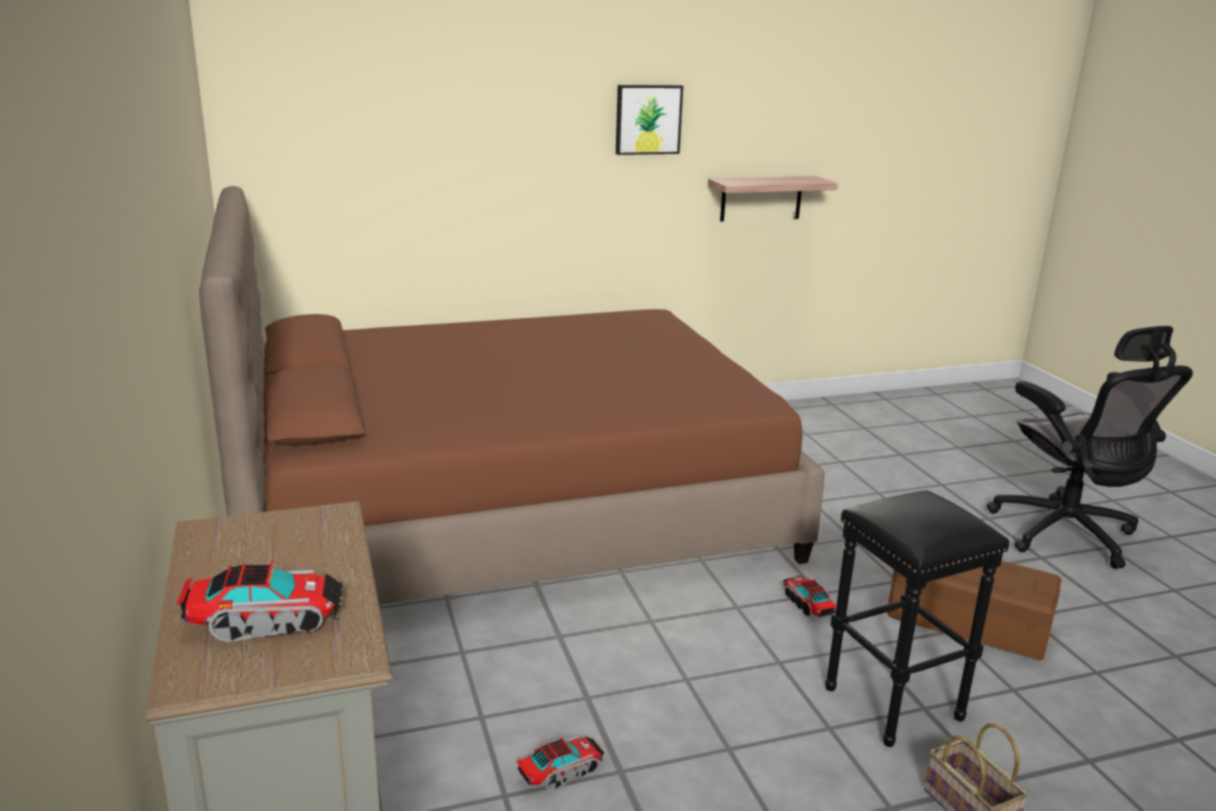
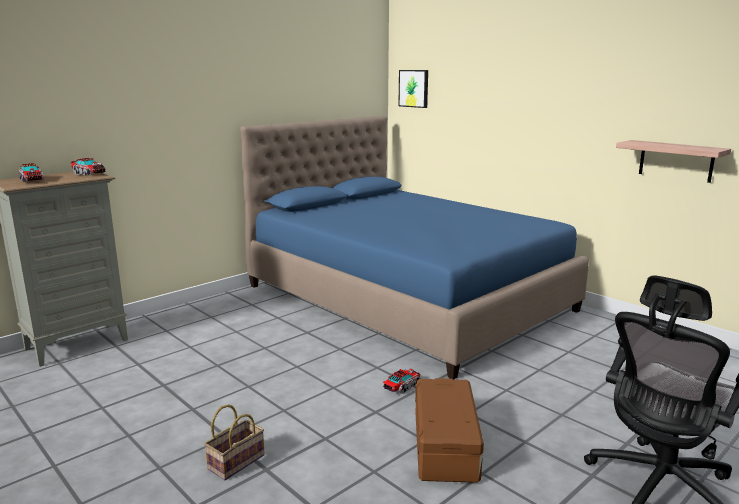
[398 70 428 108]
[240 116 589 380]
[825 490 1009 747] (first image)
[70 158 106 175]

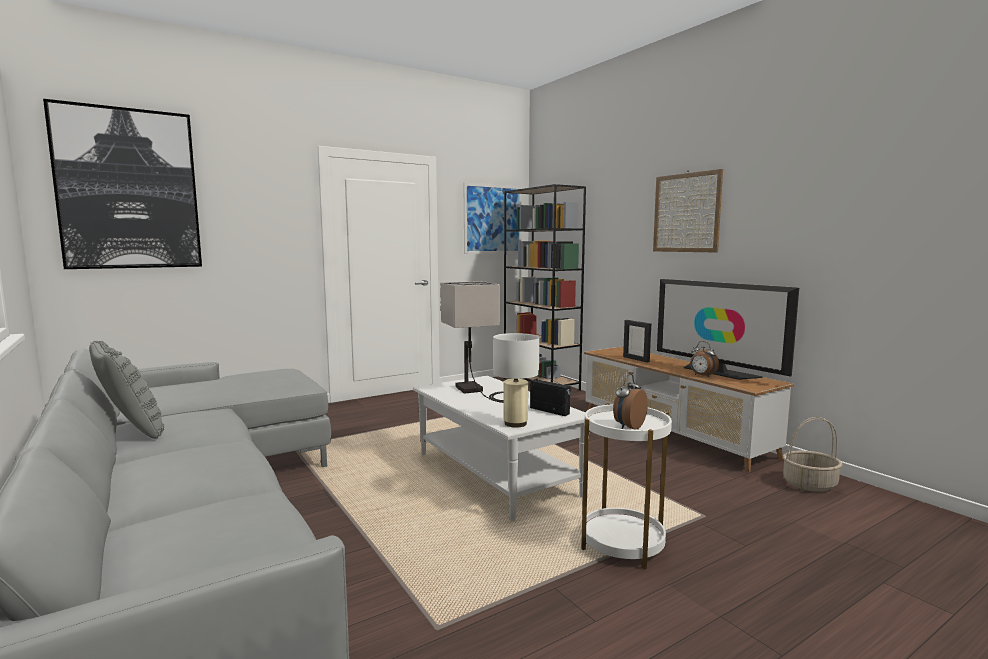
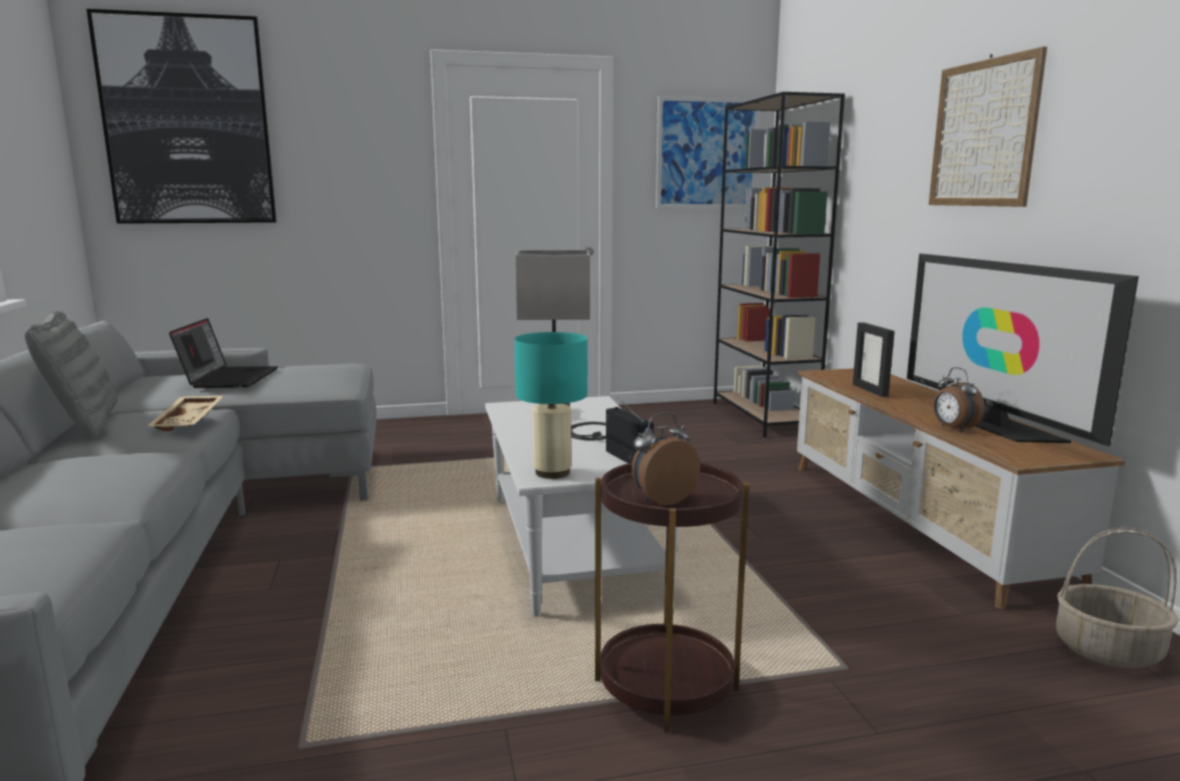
[515 332 588 479]
[595 463 749 733]
[169 318 278 388]
[148 396 223 431]

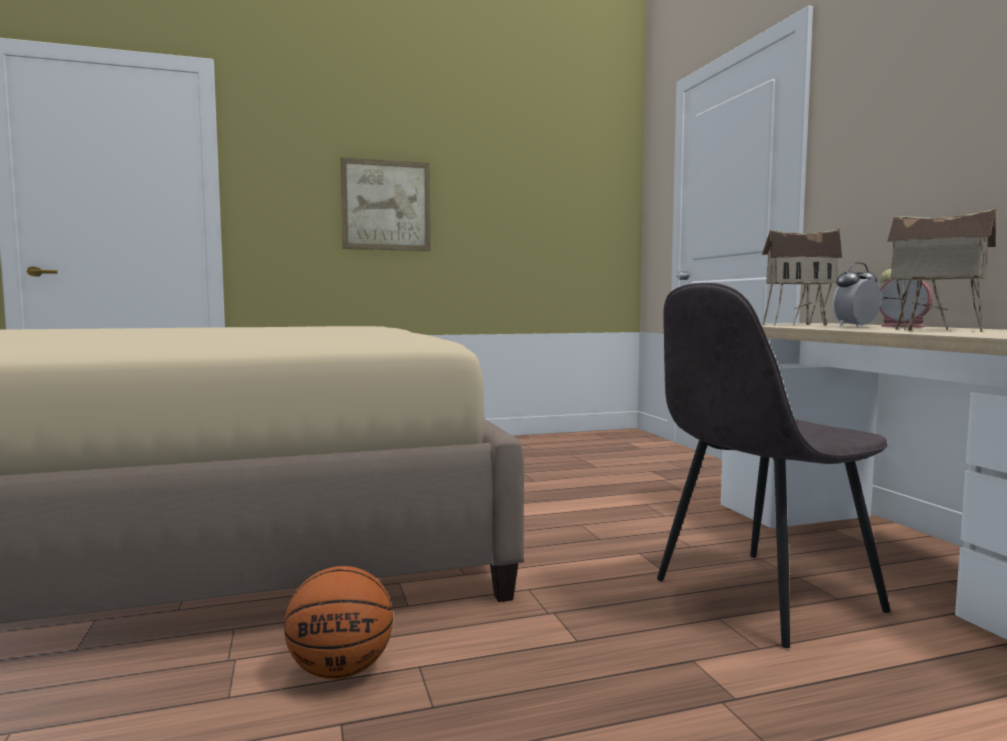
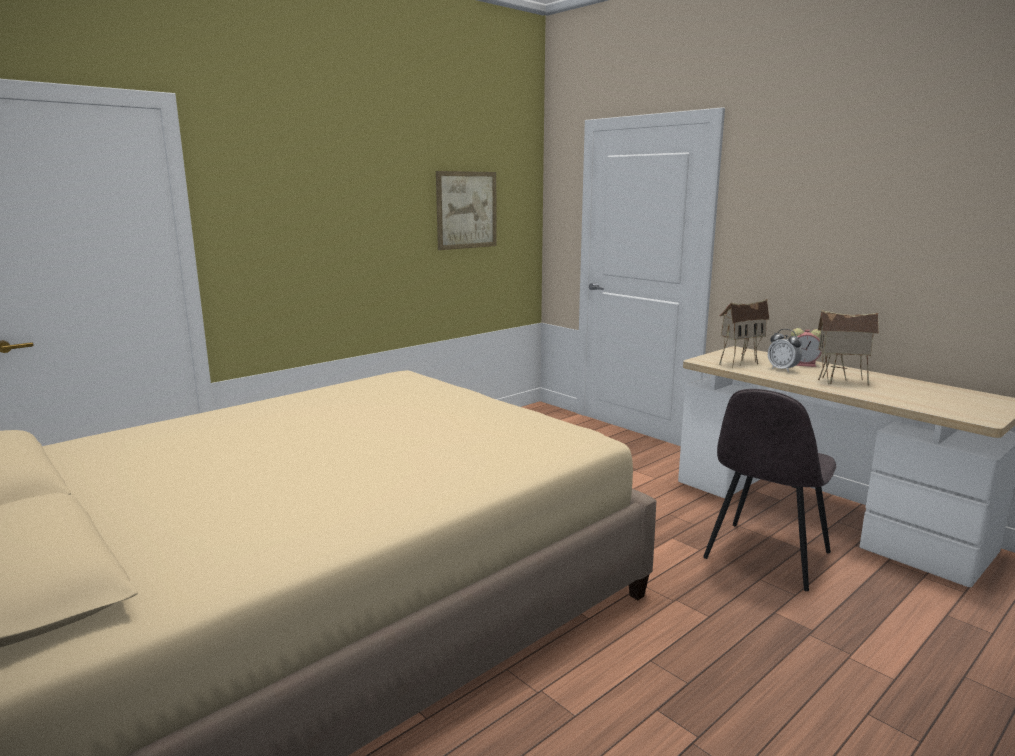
[436 171 497 250]
[768 329 802 372]
[284 566 393 679] (first image)

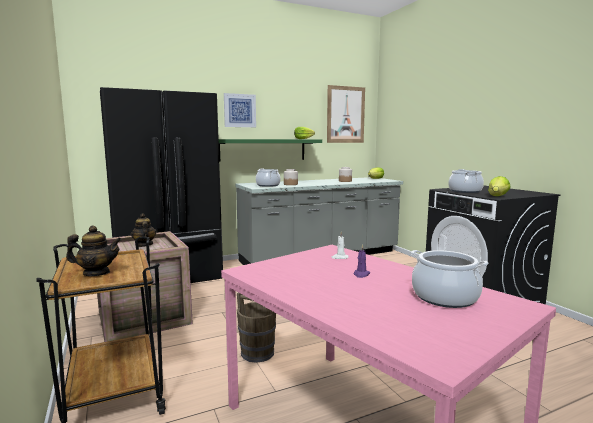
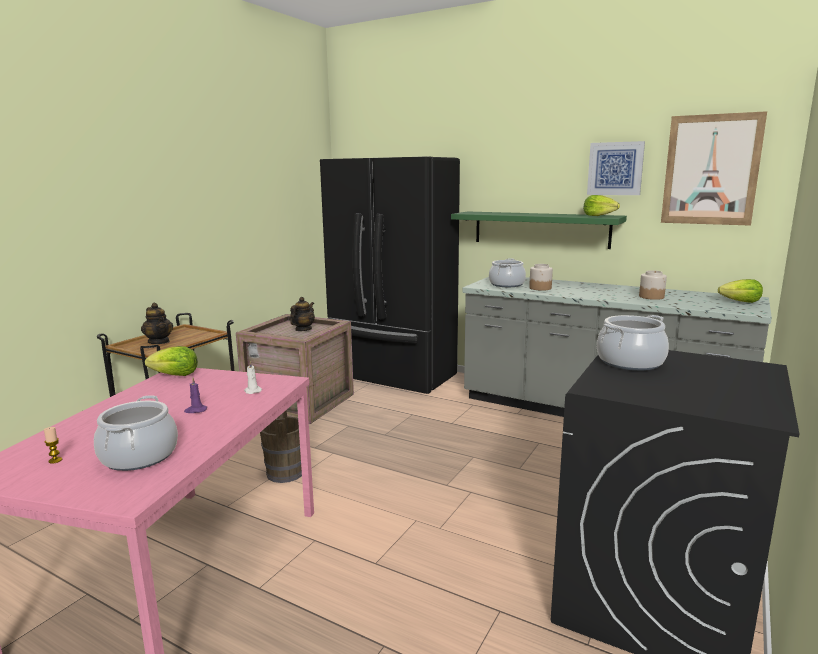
[587 141 645 195]
[145 346 198 376]
[44 427 62 464]

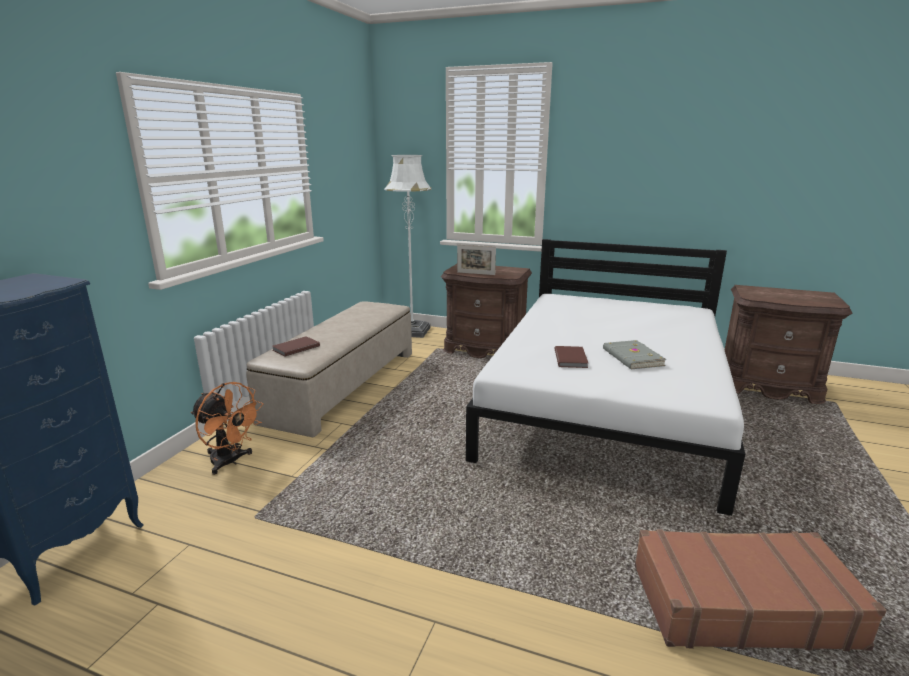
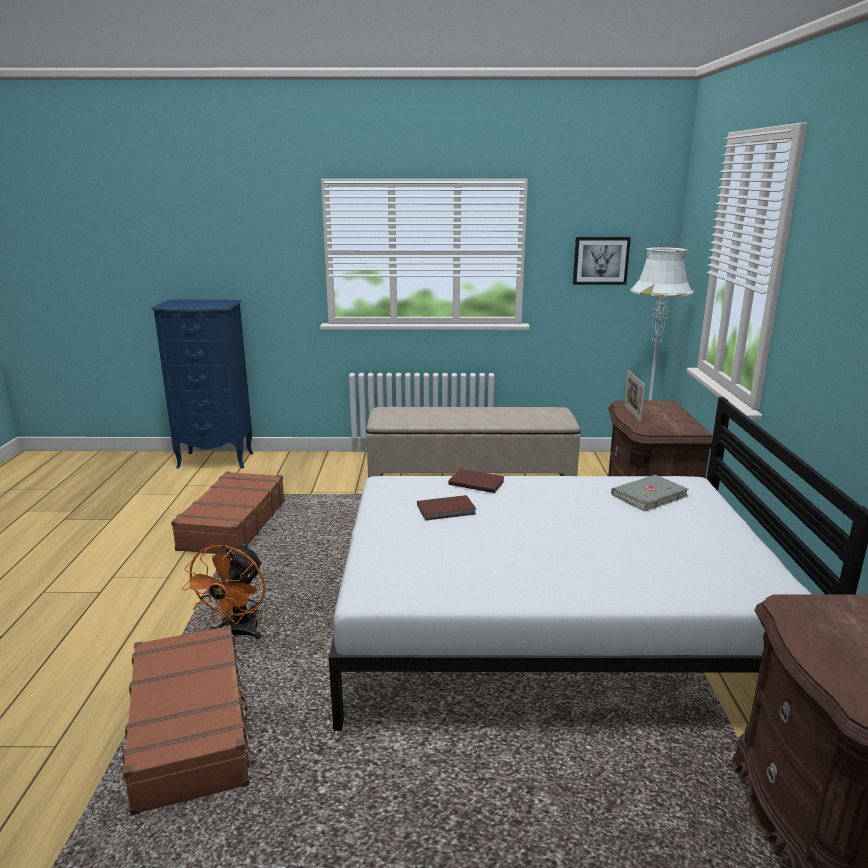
[448 469 505 493]
[611 475 689 511]
[182 544 266 639]
[573 237 631 285]
[171 471 285 555]

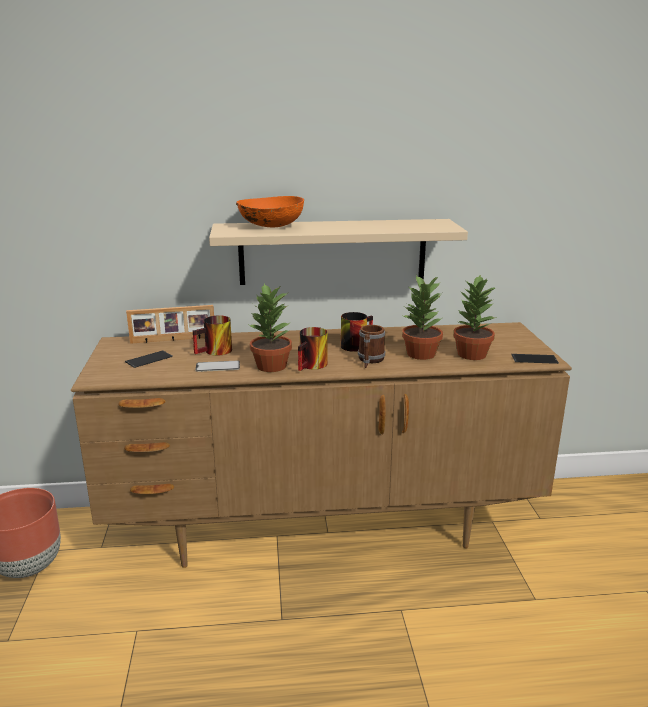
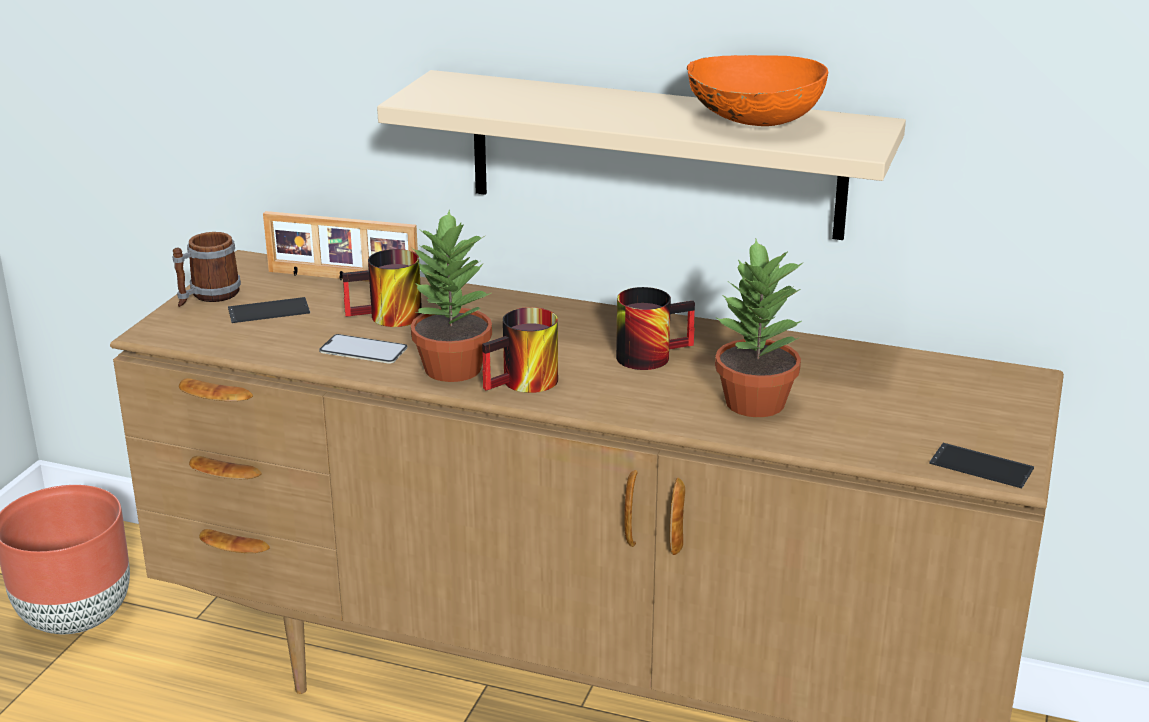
[687 55 828 126]
[453 275 497 360] (first image)
[172 232 241 307]

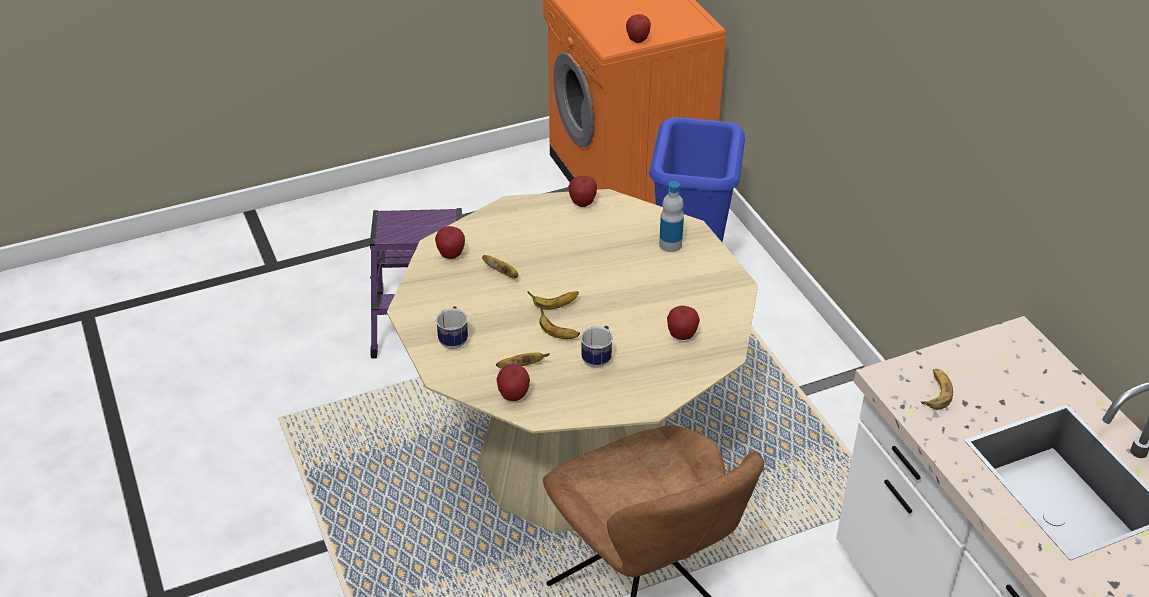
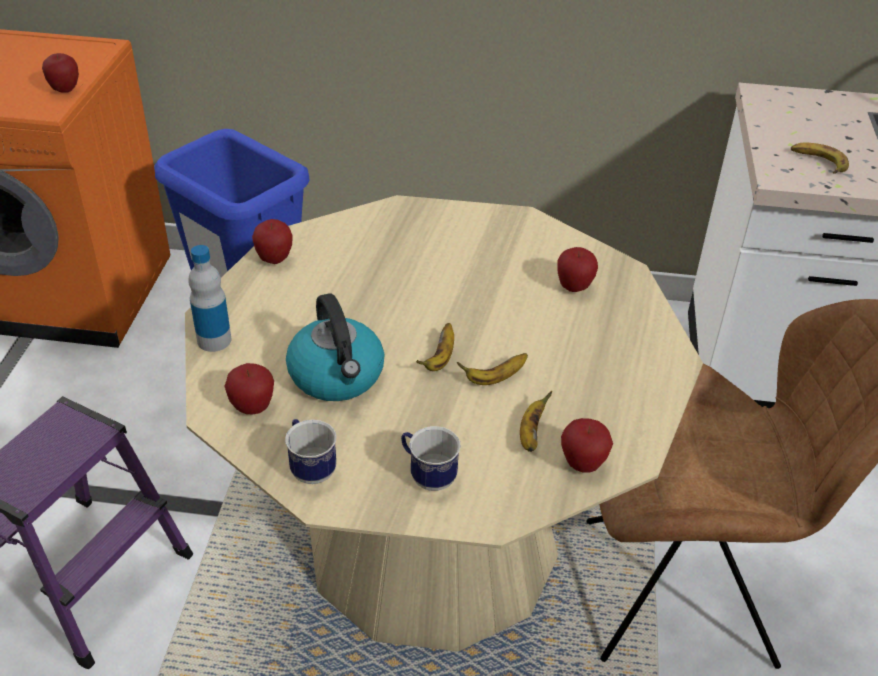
[188 245 232 352]
[286 293 384 401]
[285 419 336 484]

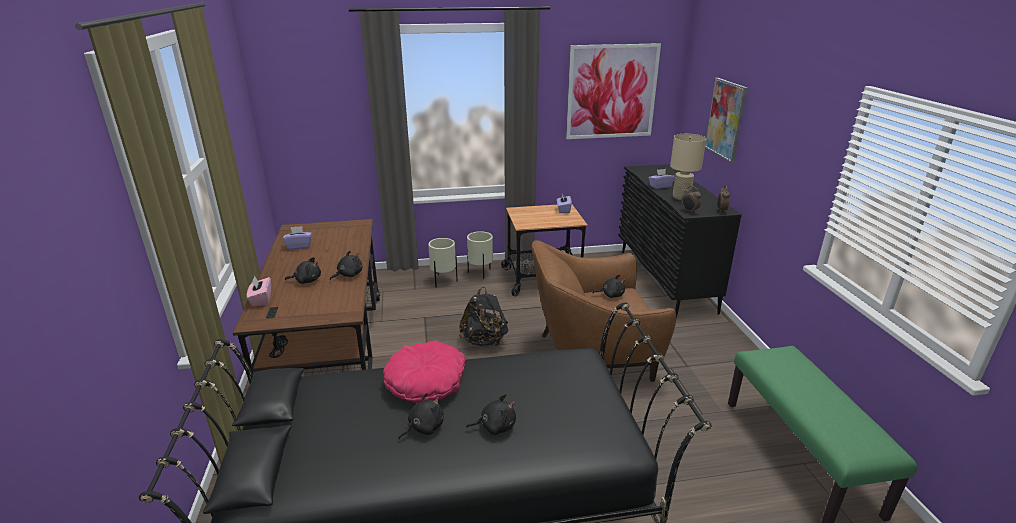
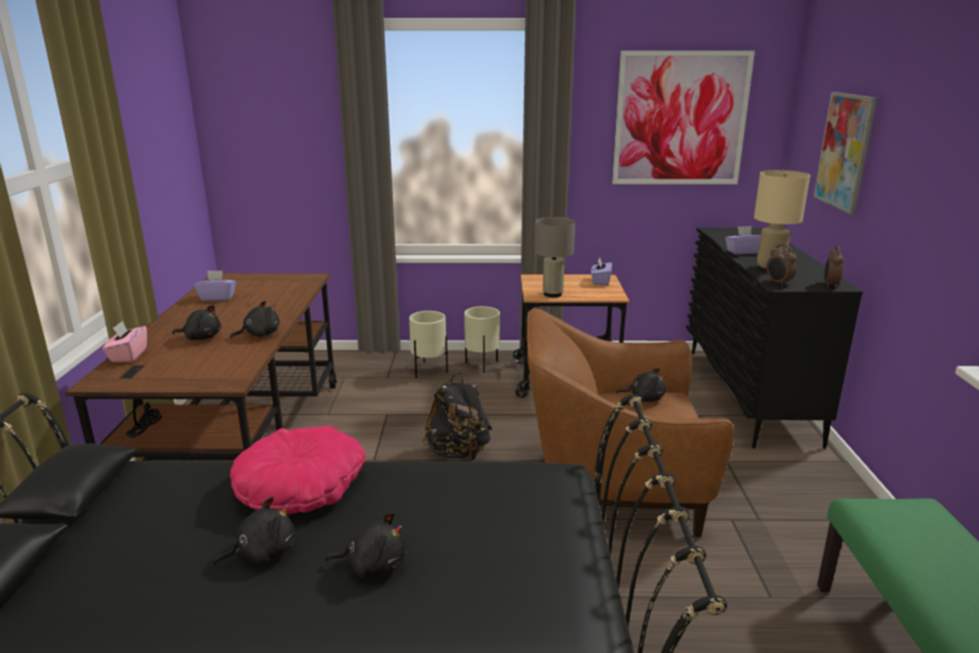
[535 217 575 297]

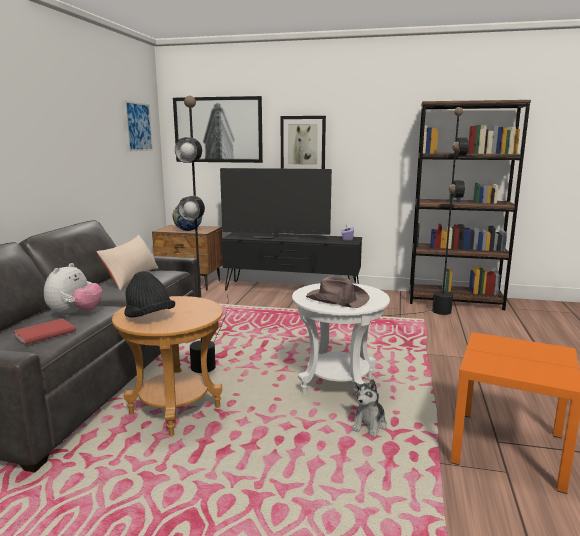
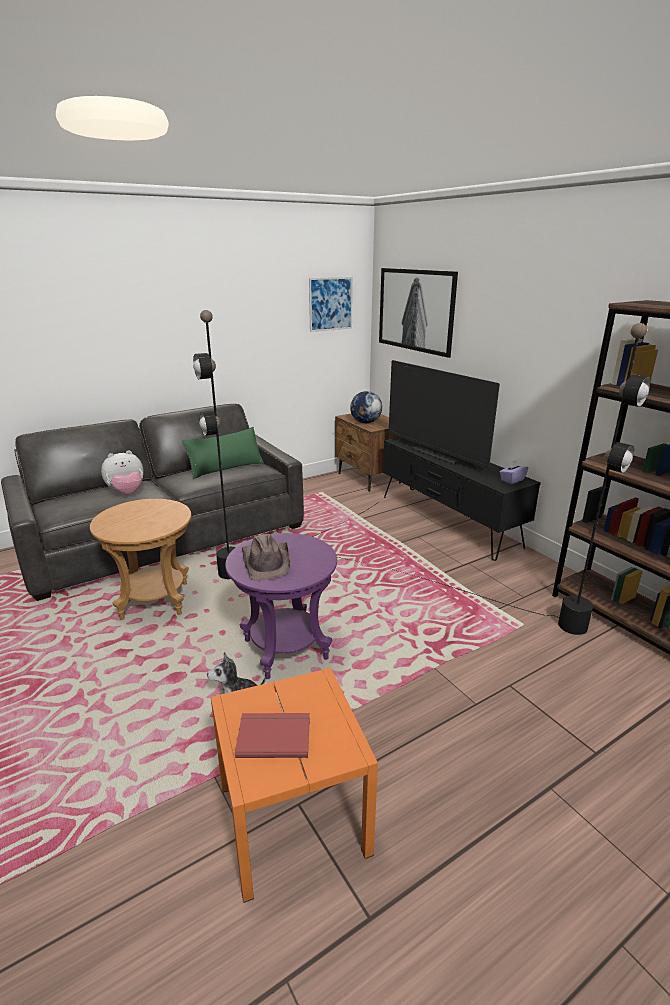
[281 116 326 169] (first image)
[182 427 264 479]
[124 271 175 318] (first image)
[225 533 337 679]
[235 713 310 758]

